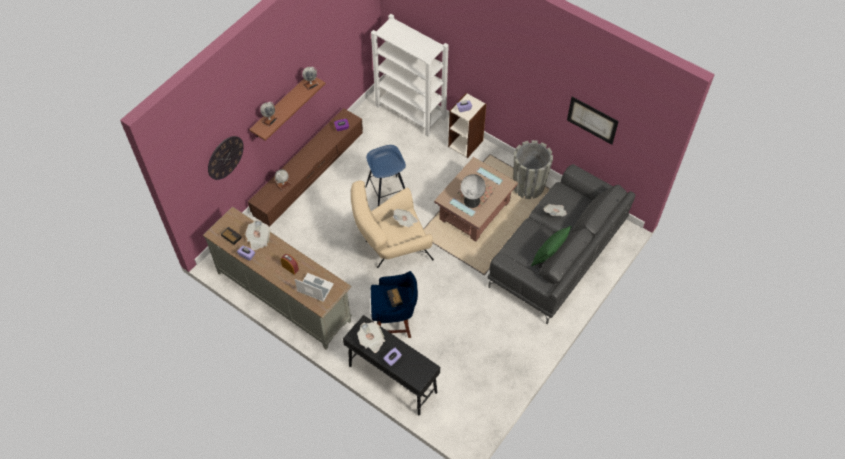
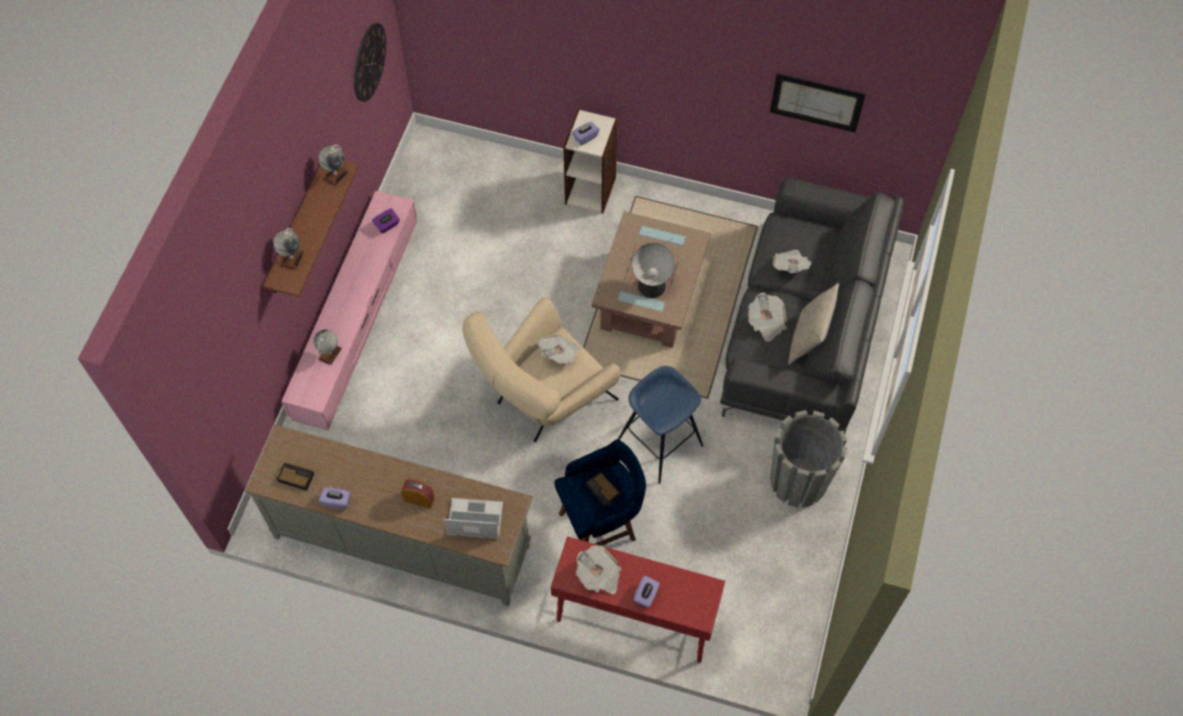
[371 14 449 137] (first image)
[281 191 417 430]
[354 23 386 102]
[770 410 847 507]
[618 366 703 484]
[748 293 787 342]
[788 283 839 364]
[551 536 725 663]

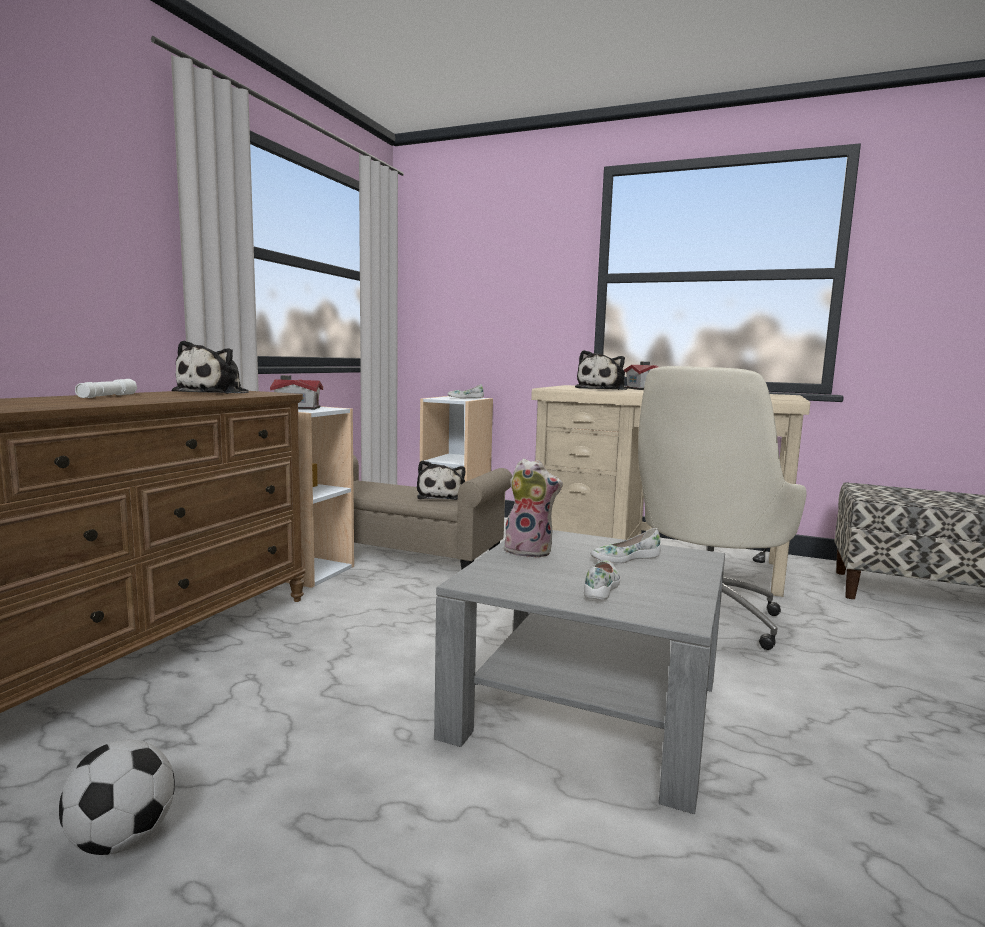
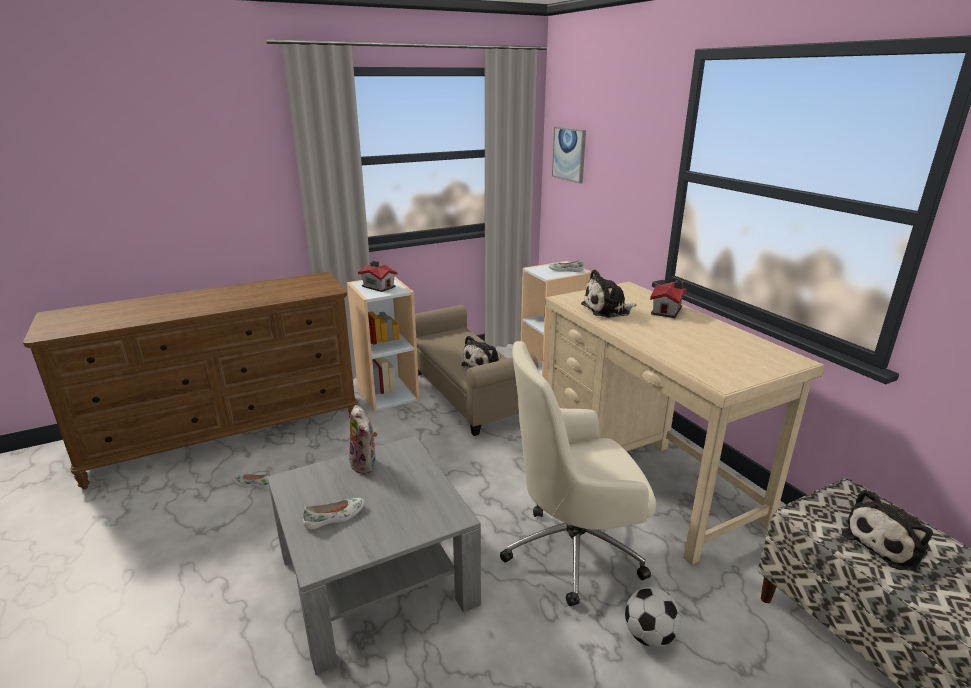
[842 490 933 571]
[75 379 137 398] (first image)
[233 474 270 491]
[625 587 681 647]
[552 127 586 184]

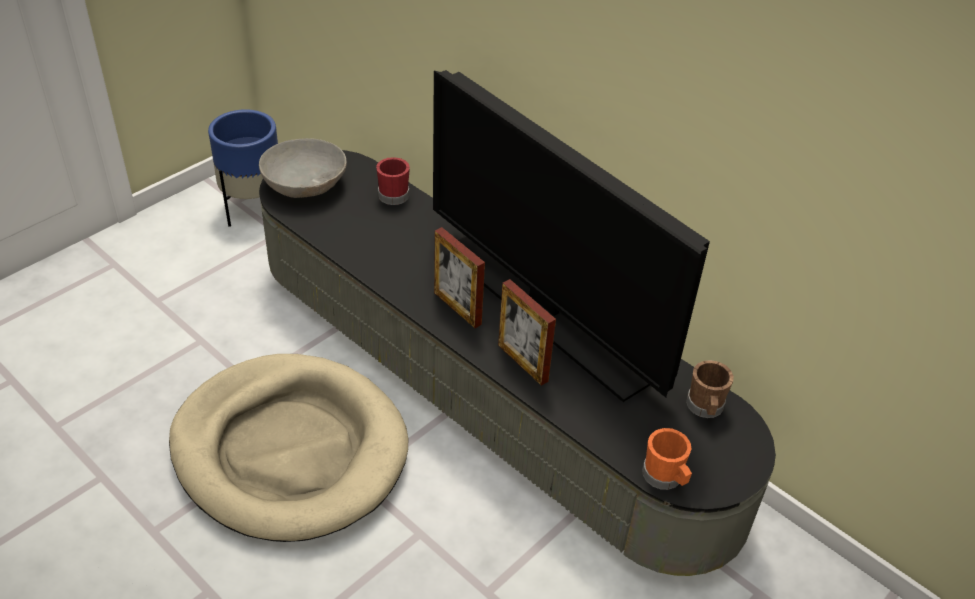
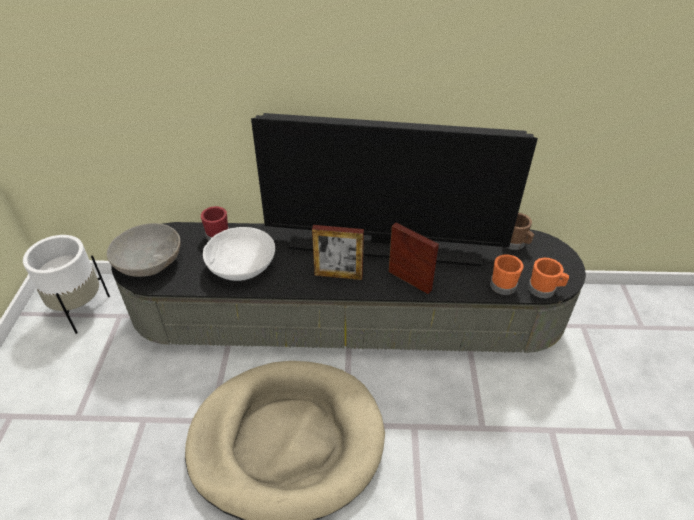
[23 235 110 334]
[389 223 439 294]
[203 227 275 281]
[490 254 523 295]

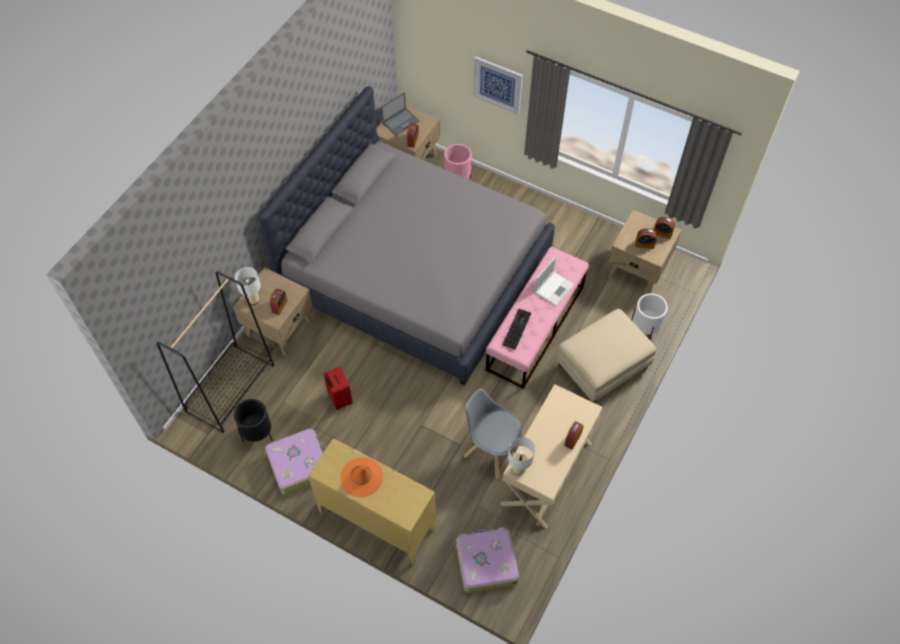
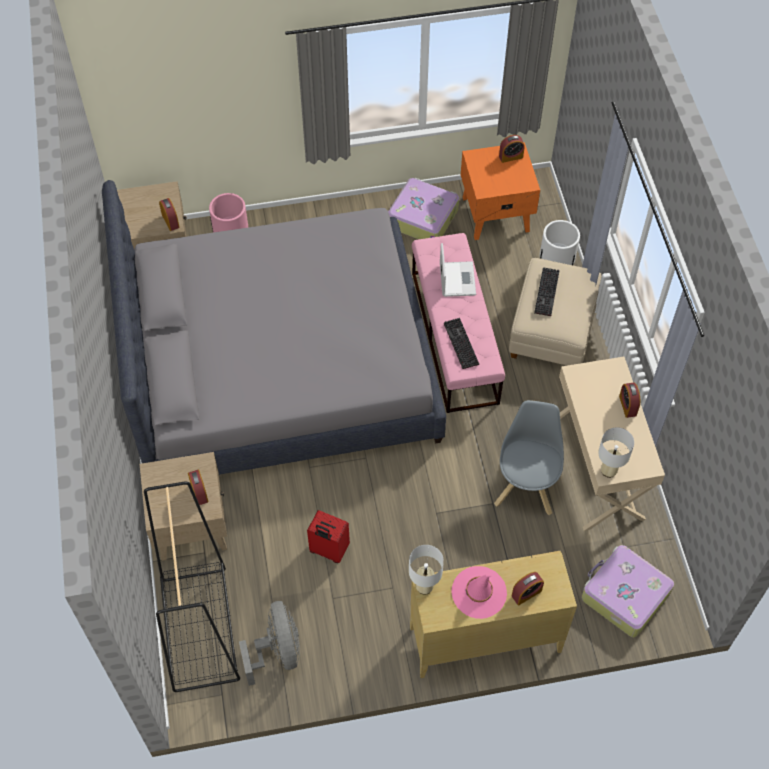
[473 57 523 114] (first image)
[381 92 420 136] (first image)
[461 142 540 240]
[512 572 544 605]
[409 545 444 595]
[494 400 564 515]
[239 601 300 686]
[388 178 459 239]
[452 566 507 619]
[534 268 559 316]

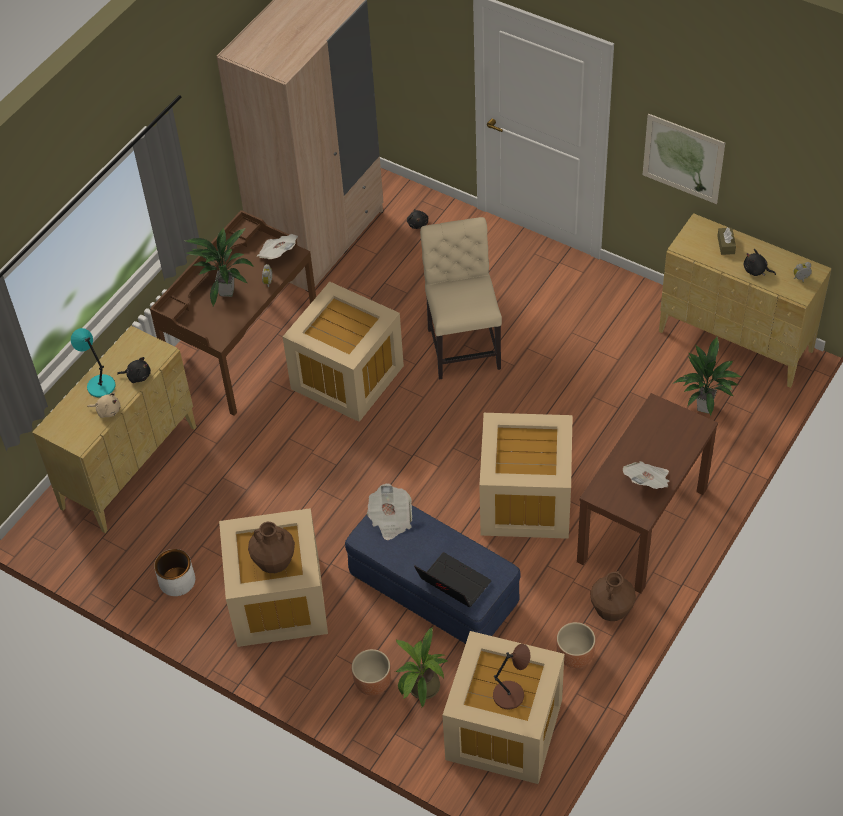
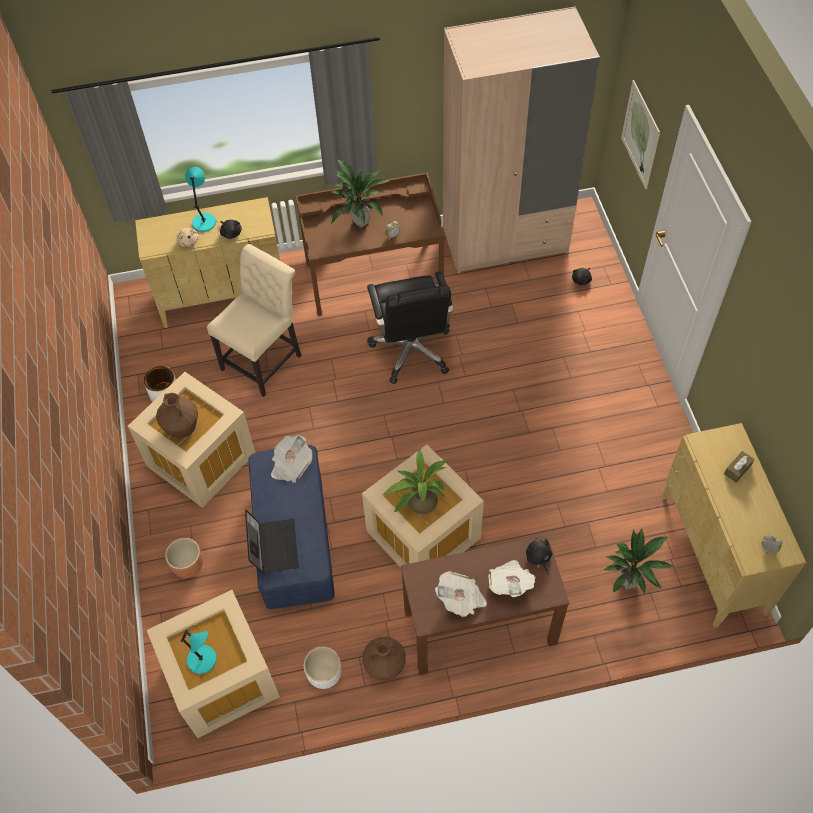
[621 80 660 189]
[207 244 302 397]
[489 560 535 597]
[526 537 553 575]
[367 272 453 384]
[304 646 341 689]
[383 450 447 515]
[181 629 217 674]

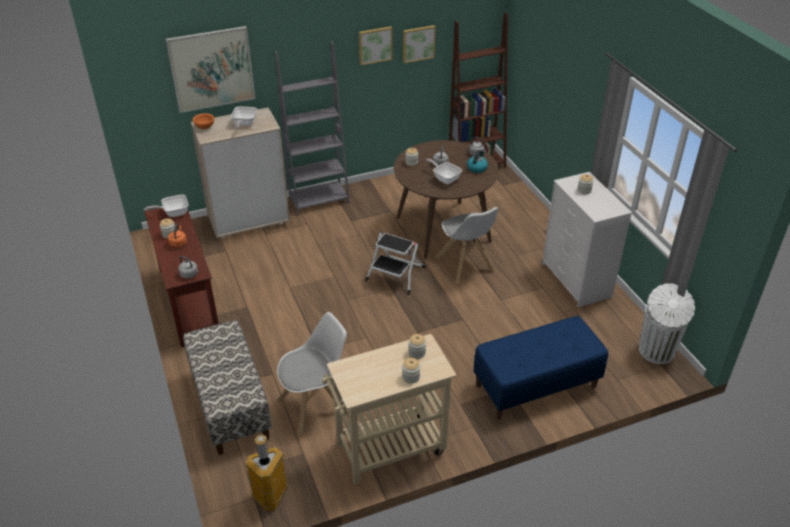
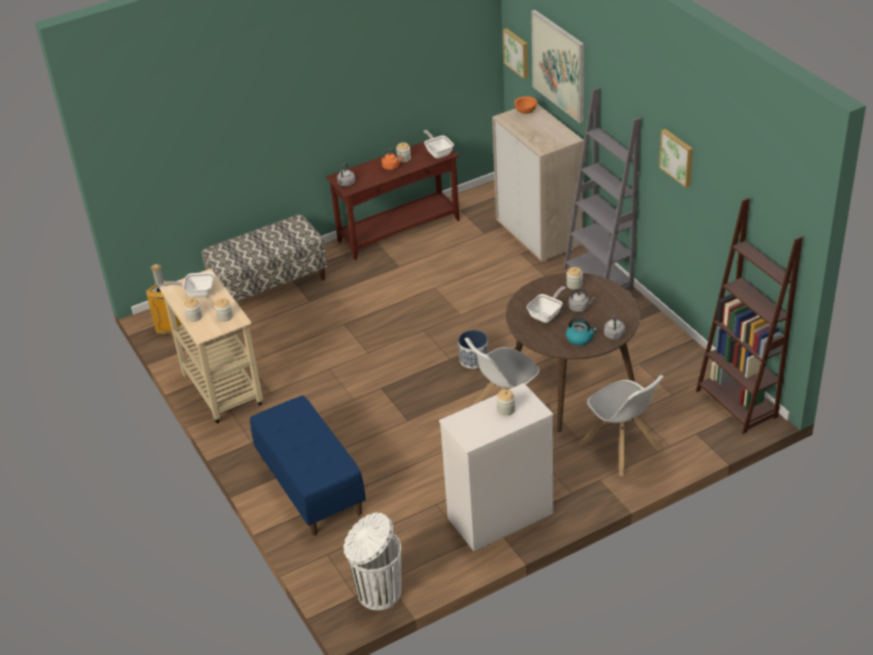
[503 28 528 79]
[163 272 214 298]
[458 330 488 369]
[579 375 664 476]

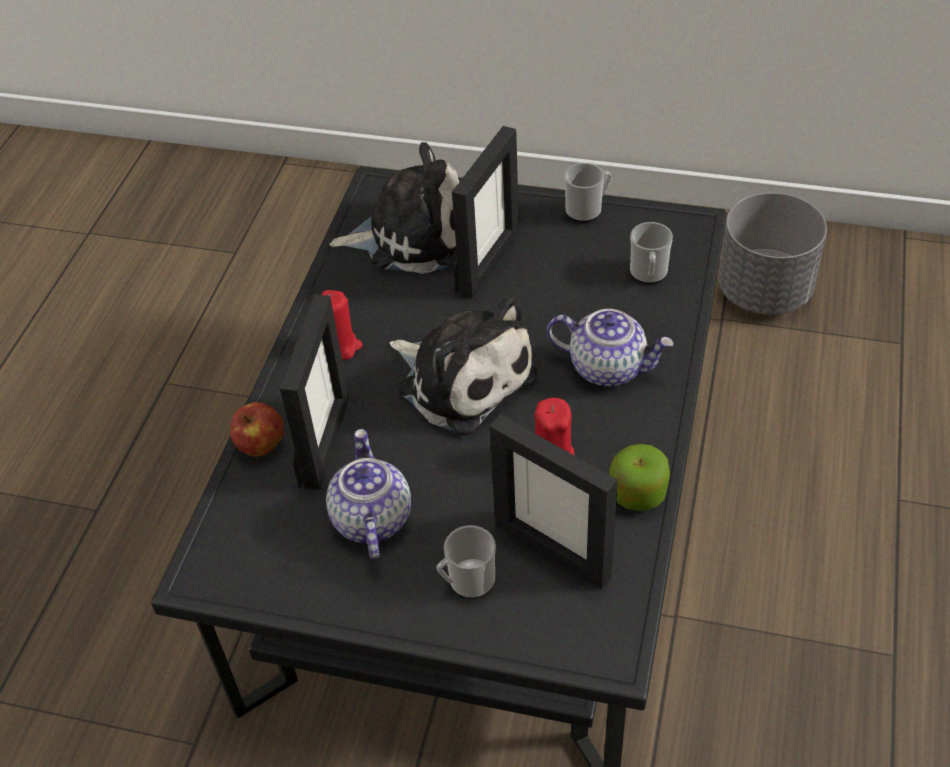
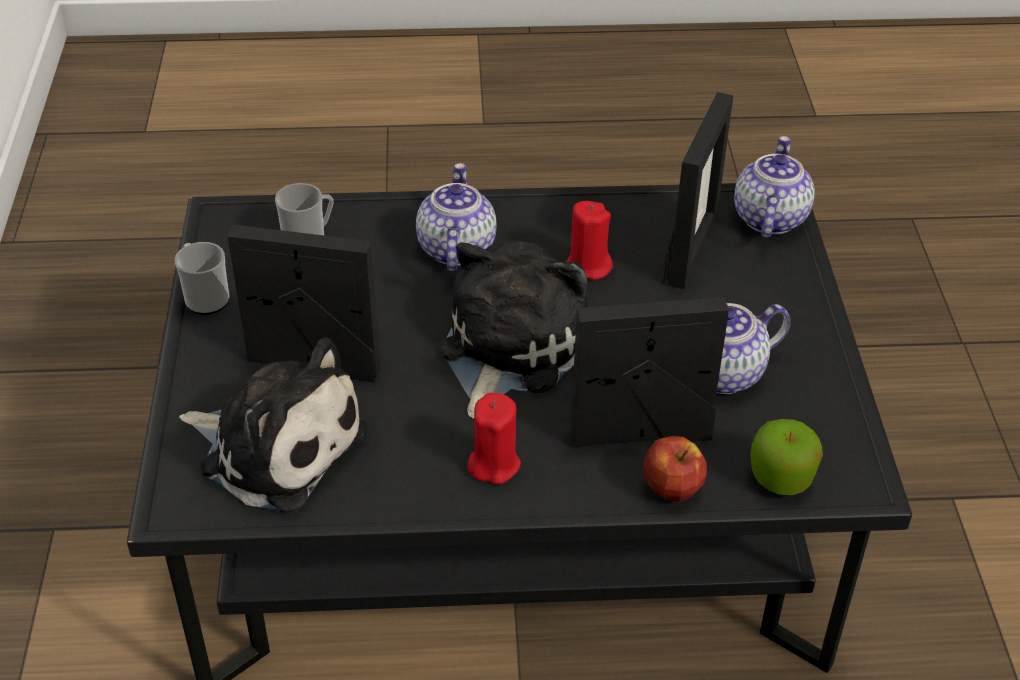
[179 337 367 513]
[718 192 827 315] (first image)
[750 419 823 495]
[436 525 496 599] (first image)
[734 136 815 238]

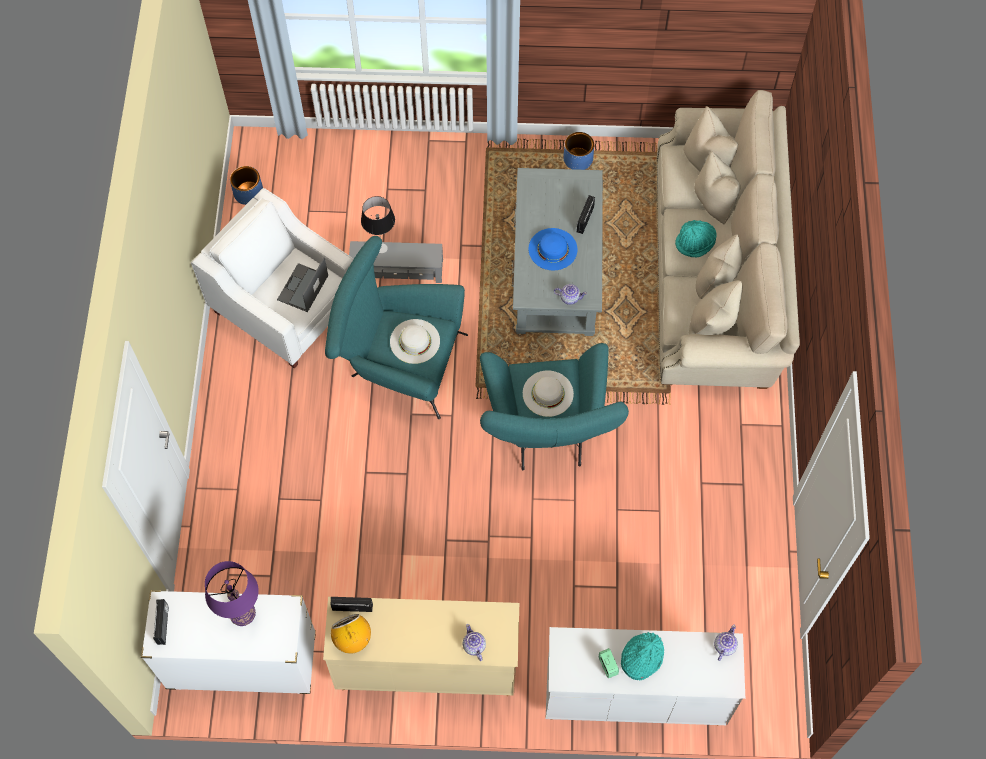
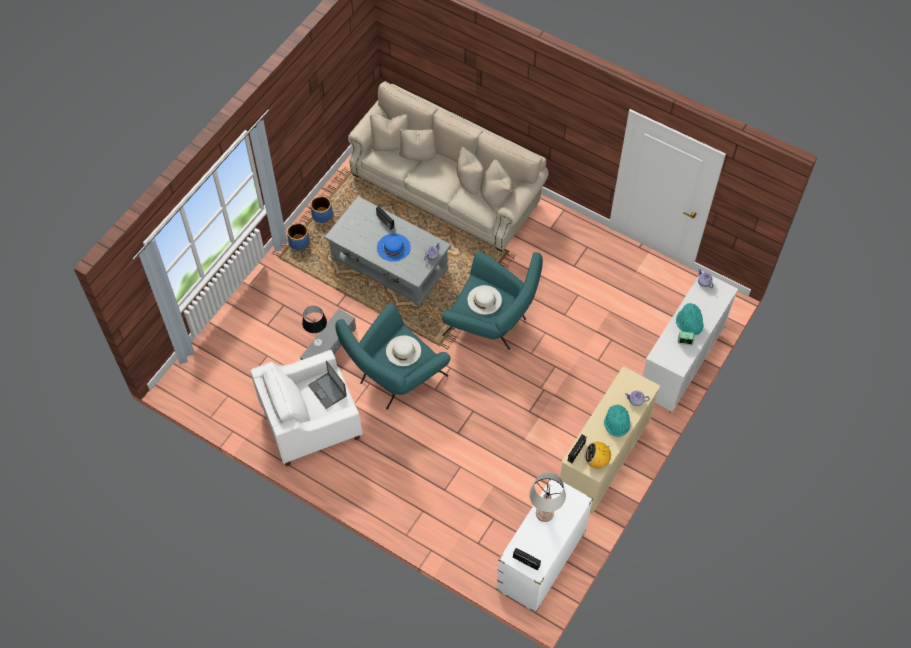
[287 223 310 250]
[604 404 631 437]
[529 472 566 522]

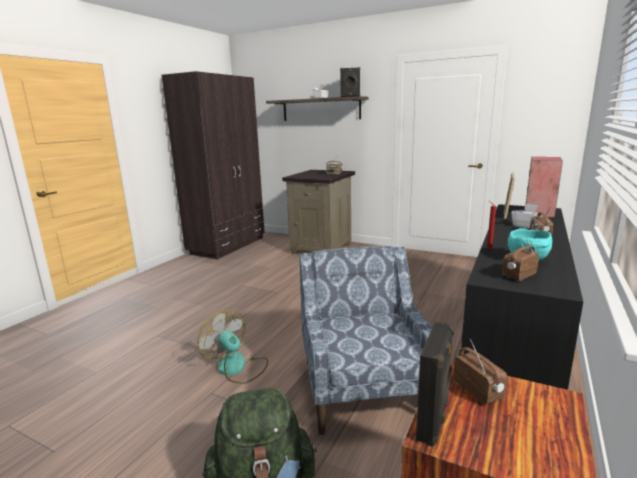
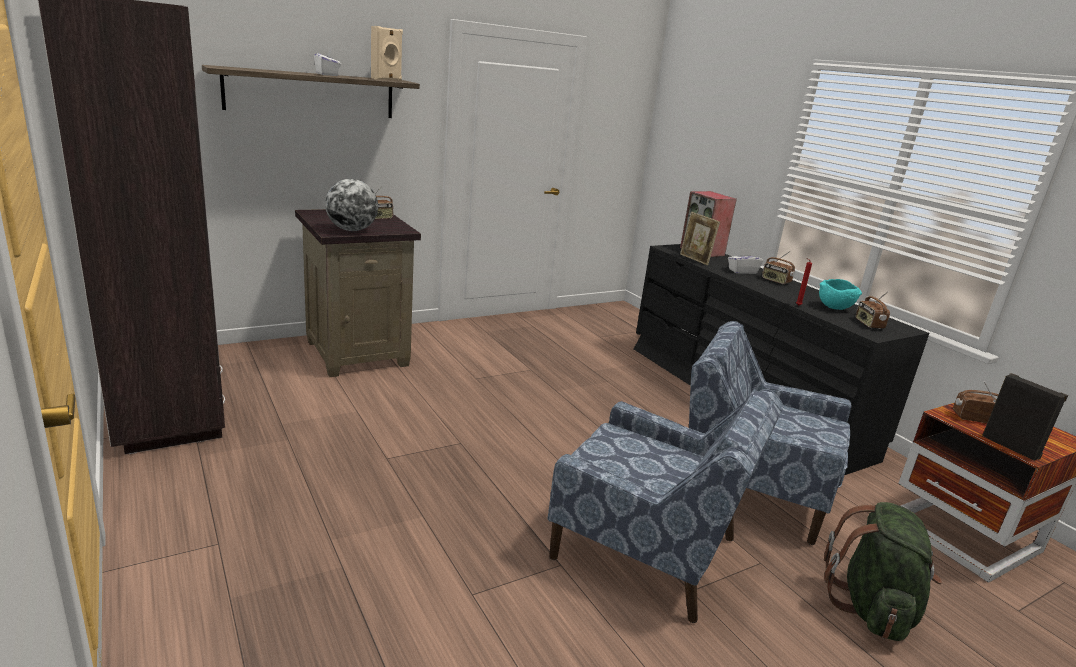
[371 26 403 81]
[548 389 784 623]
[325 179 378 231]

